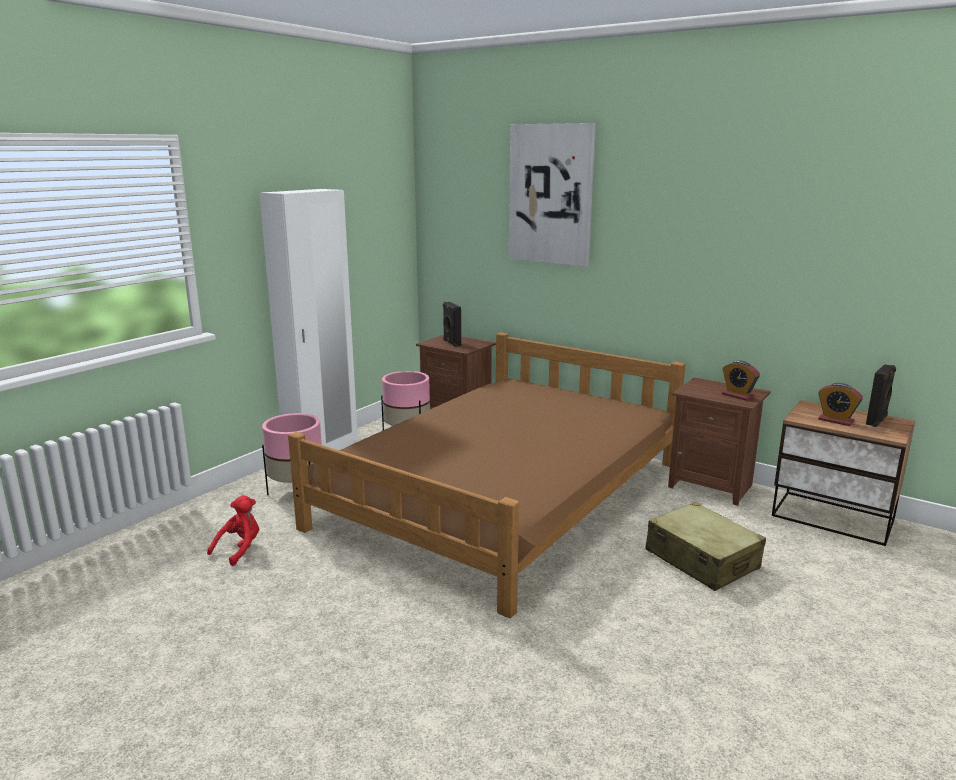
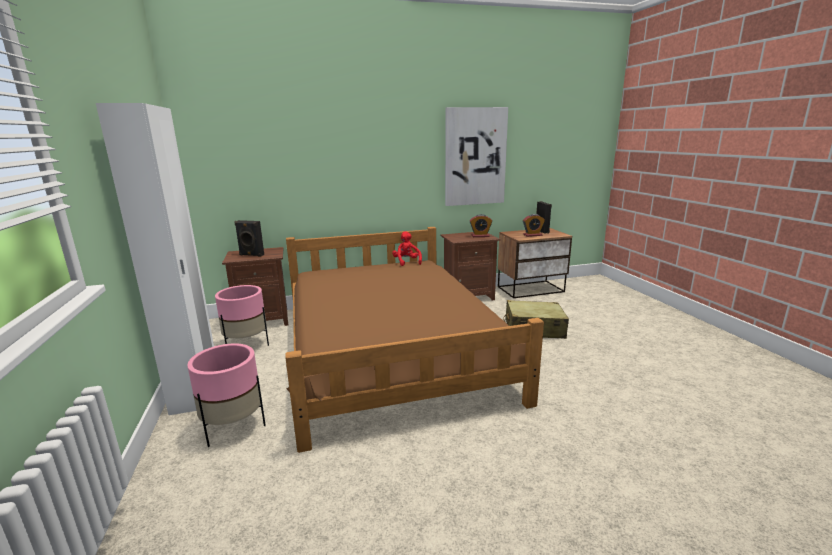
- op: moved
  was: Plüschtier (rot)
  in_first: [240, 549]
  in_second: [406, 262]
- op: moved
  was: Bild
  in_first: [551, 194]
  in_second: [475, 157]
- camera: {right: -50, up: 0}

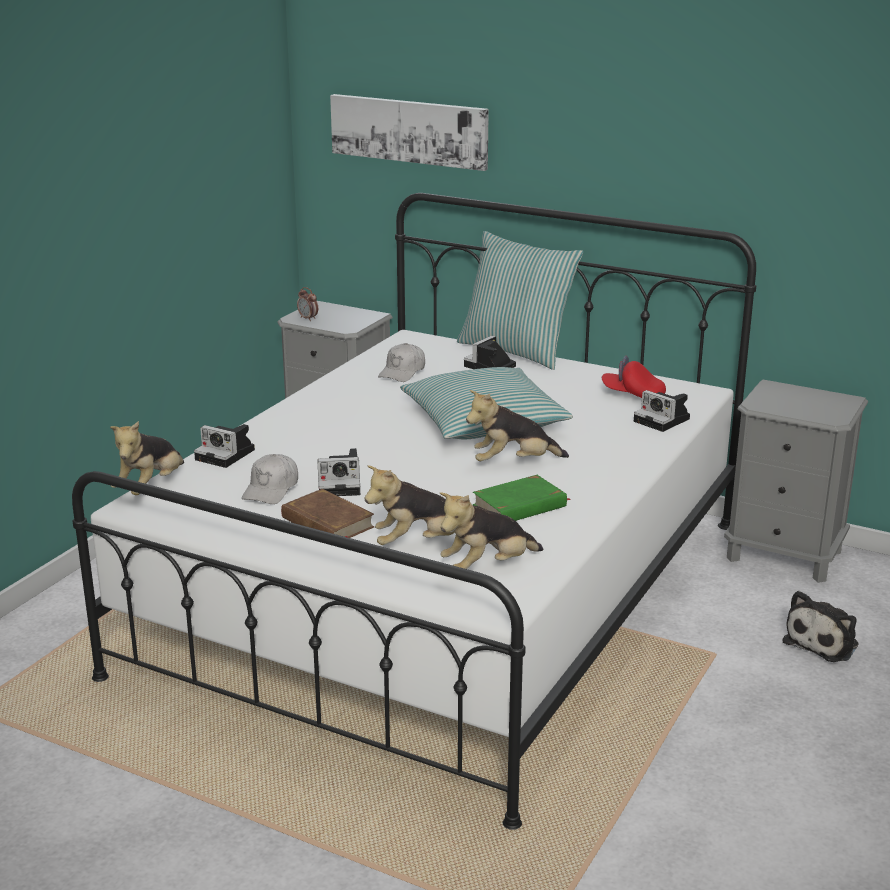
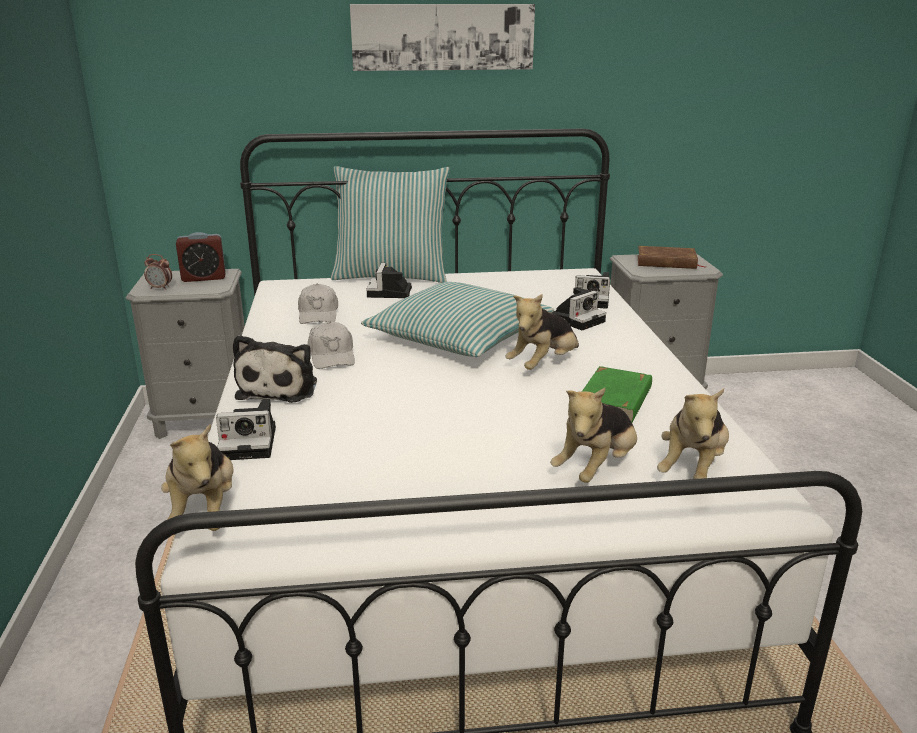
- op: removed
  was: Kappe (rot)
  in_first: [633, 395]
- op: added
  now: Wecker
  in_second: [204, 278]
- op: moved
  was: Kappe (weiß)
  in_first: [271, 489]
  in_second: [332, 356]
- op: moved
  was: Buch (braun)
  in_first: [327, 523]
  in_second: [666, 262]
- op: moved
  was: Kamera
  in_first: [341, 484]
  in_second: [577, 319]
- op: moved
  was: Bild
  in_first: [409, 131]
  in_second: [442, 37]
- op: moved
  was: Plüschtier
  in_first: [823, 642]
  in_second: [280, 388]
- camera: {right: -35, up: 0}

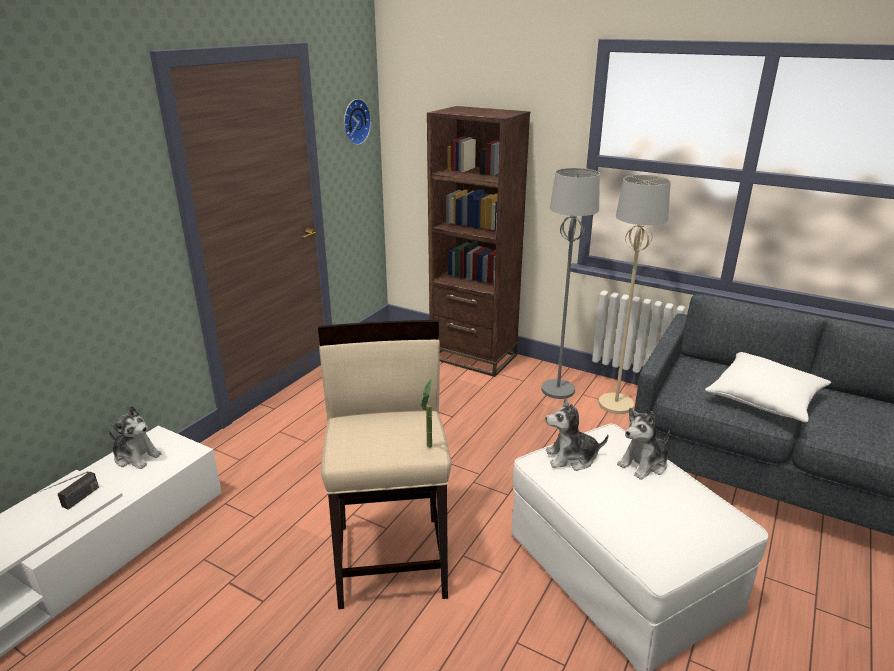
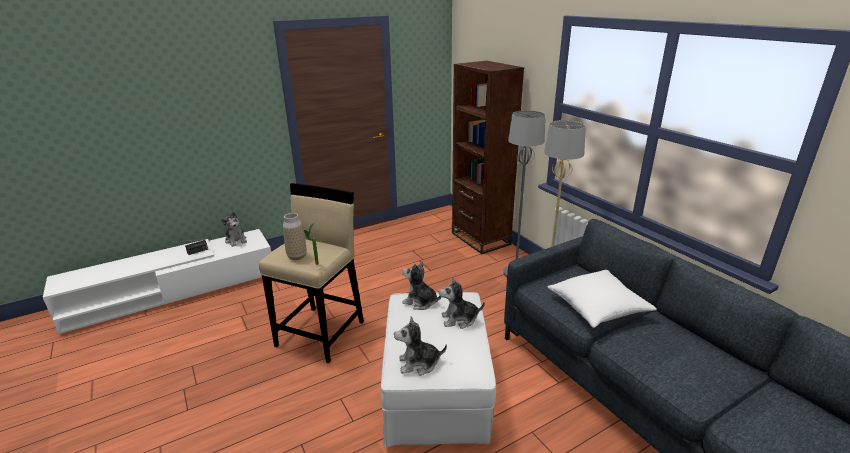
- op: removed
  was: Wanduhr
  in_first: [354, 121]
- op: added
  now: Vase
  in_second: [297, 256]
- op: added
  now: Plüschtier
  in_second: [419, 364]
- camera: {right: 30, up: 0}

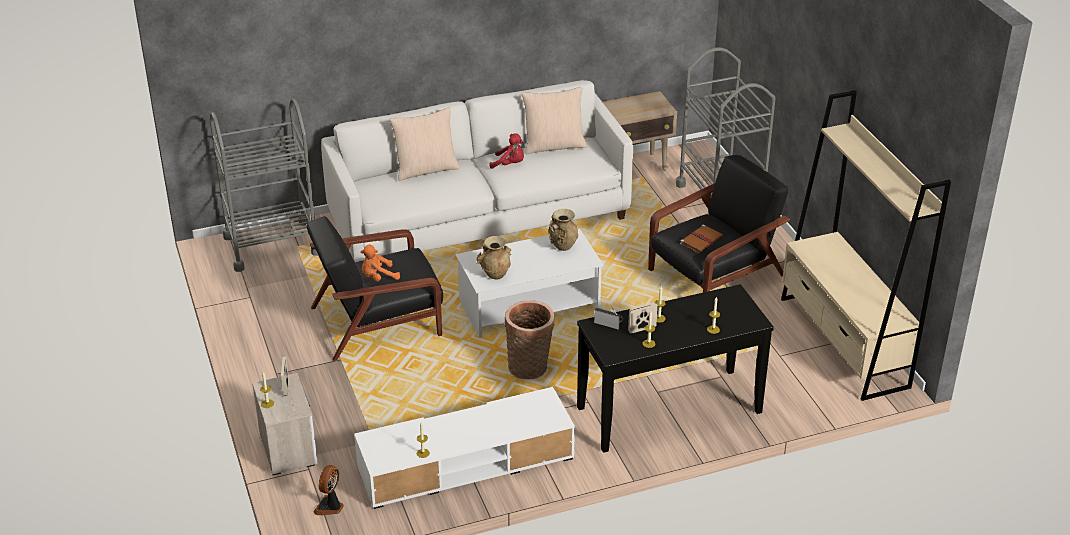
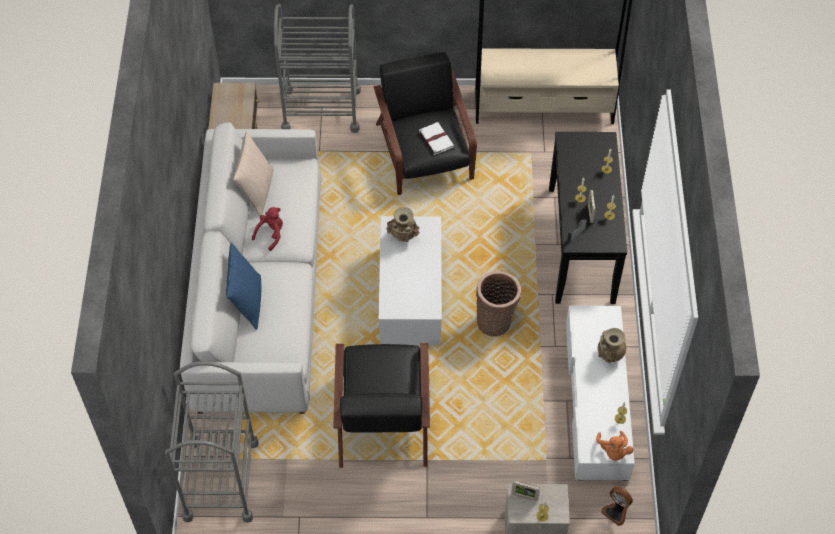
- op: moved
  was: Plüschtier (orange)
  in_first: [378, 277]
  in_second: [613, 451]
- op: moved
  was: Vase (beige)
  in_first: [495, 274]
  in_second: [609, 356]
- op: recoloured
  was: Kissen (beige)
  now: Kissen (blau)
  in_first: [426, 169]
  in_second: [247, 302]
- op: recoloured
  was: Buch (braun)
  now: Buch (weiß)
  in_first: [701, 240]
  in_second: [435, 139]
- camera: {right: -70, up: 20}

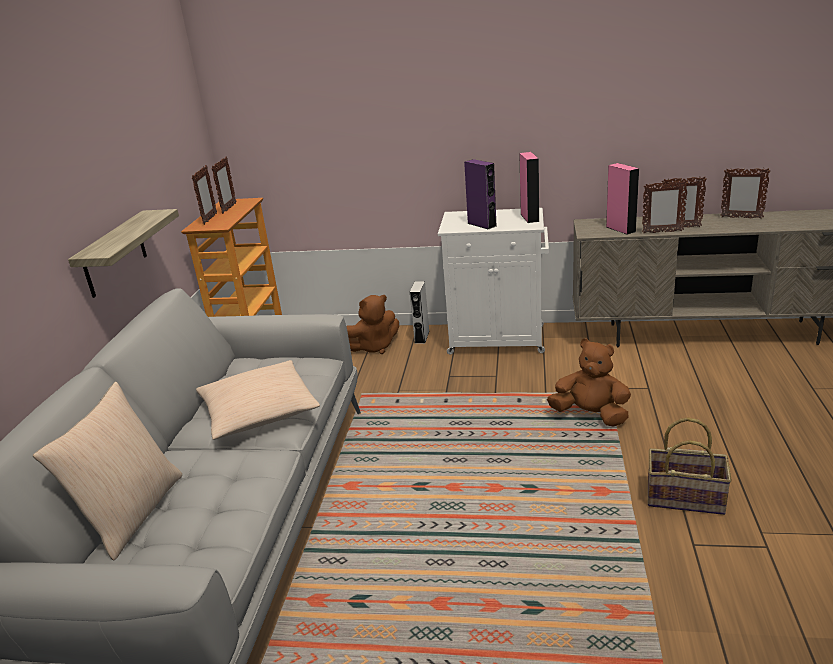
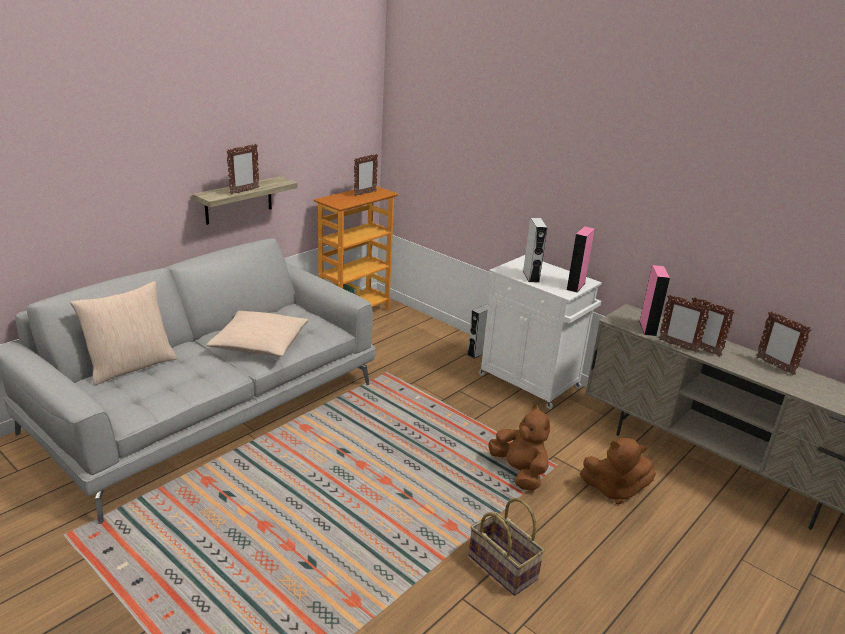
- op: moved
  was: Bilderrahmen
  in_first: [210, 219]
  in_second: [244, 191]
- op: moved
  was: Plüschtier (braun)
  in_first: [374, 347]
  in_second: [614, 490]
- op: recoloured
  was: Lautsprecher (lila)
  now: Lautsprecher (grau)
  in_first: [482, 224]
  in_second: [531, 276]
- camera: {right: 30, up: 0}

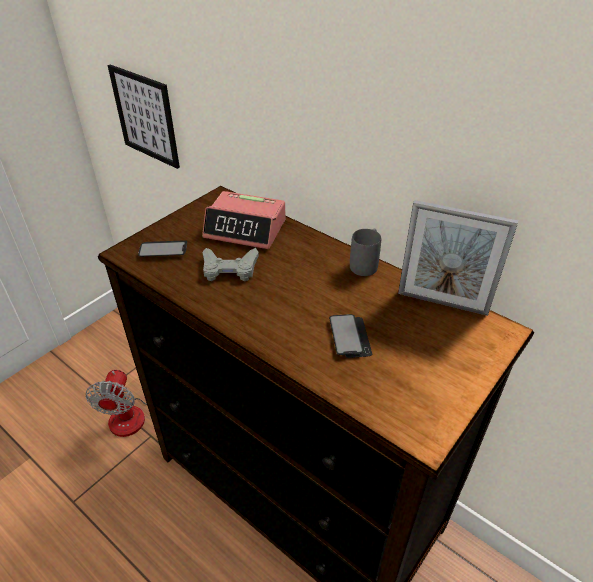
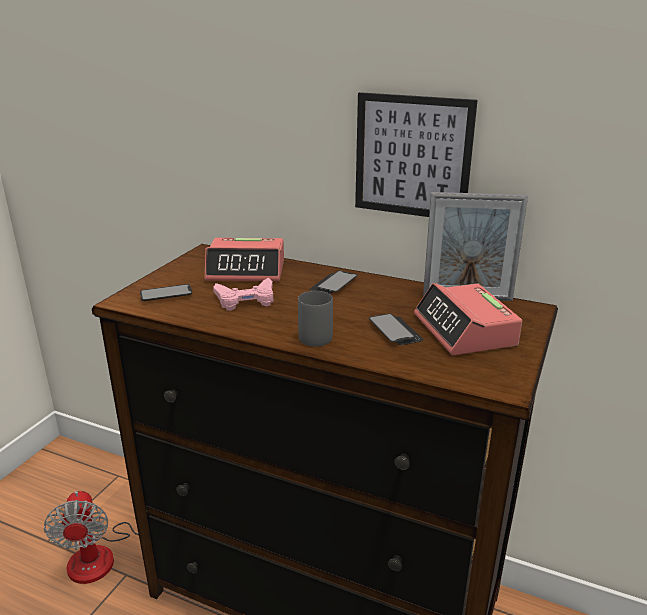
- op: added
  now: Handy
  in_second: [334, 284]
- op: added
  now: Wecker
  in_second: [465, 331]
- op: moved
  was: Bild
  in_first: [145, 116]
  in_second: [412, 156]
- op: moved
  was: Henkelbecher (grau)
  in_first: [365, 263]
  in_second: [317, 334]
- op: recoloured
  was: Gamepad (grau)
  now: Gamepad (rosa)
  in_first: [229, 269]
  in_second: [246, 299]
- camera: {right: -15, up: -15}

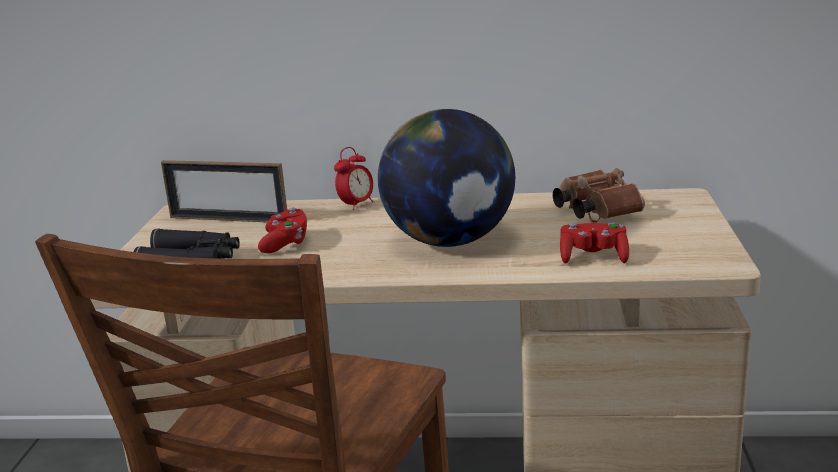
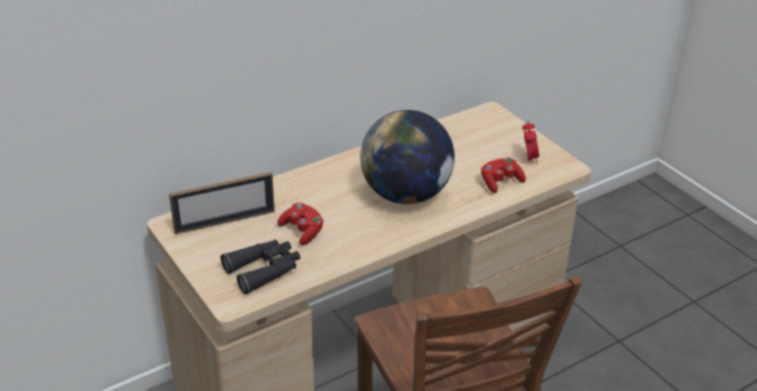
- op: removed
  was: Fernglas (braun)
  in_first: [594, 212]
- op: moved
  was: Wecker
  in_first: [356, 205]
  in_second: [529, 159]
- camera: {right: -40, up: 15}

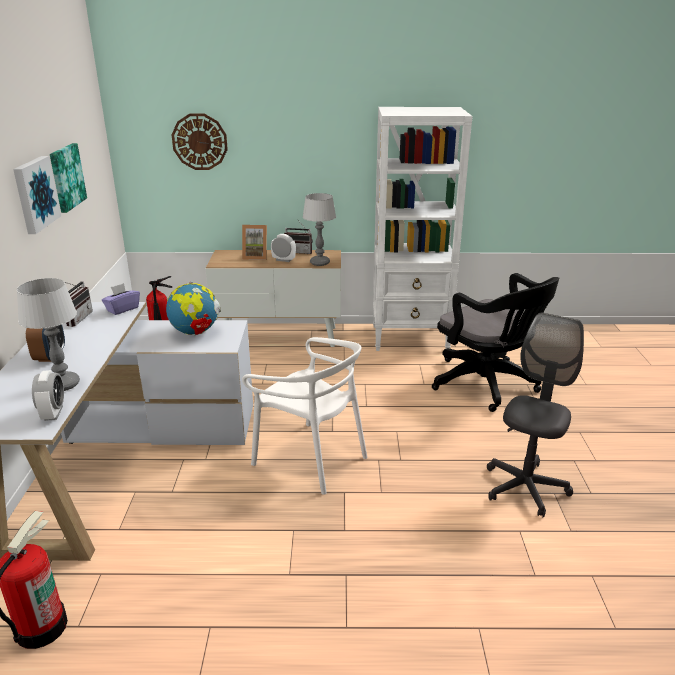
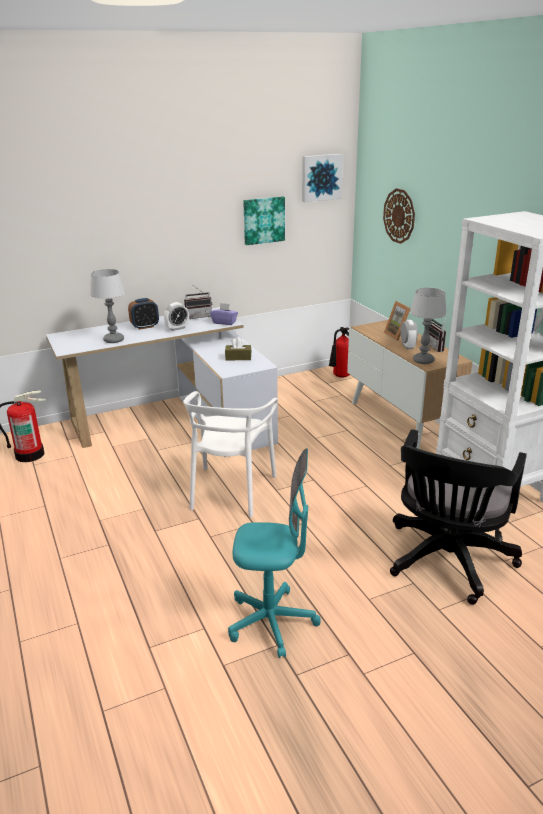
- op: moved
  was: Bild
  in_first: [34, 194]
  in_second: [321, 177]
- op: moved
  was: Wecker
  in_first: [53, 413]
  in_second: [177, 328]
- op: replaced
  was: Globus
  now: Taschentuchbox (braun)
  in_first: [195, 333]
  in_second: [238, 357]
- op: recoloured
  was: Bürostuhl (grau)
  now: Bürostuhl (türkis)
  in_first: [525, 488]
  in_second: [271, 622]
- camera: {right: 65, up: 0}

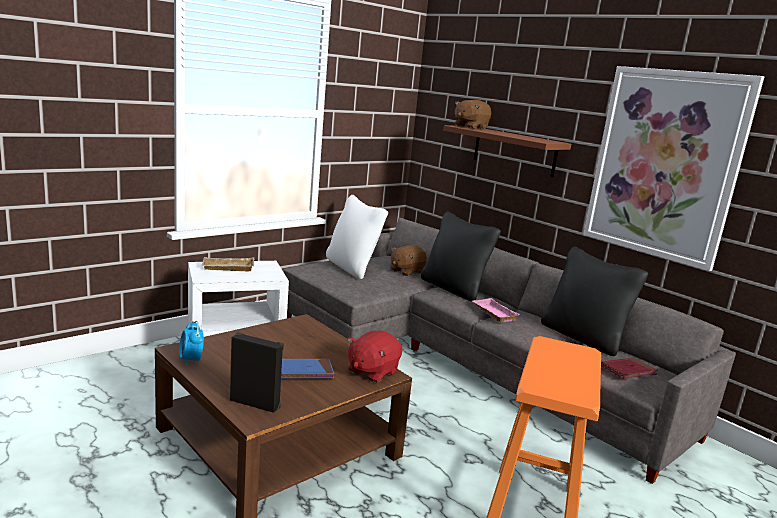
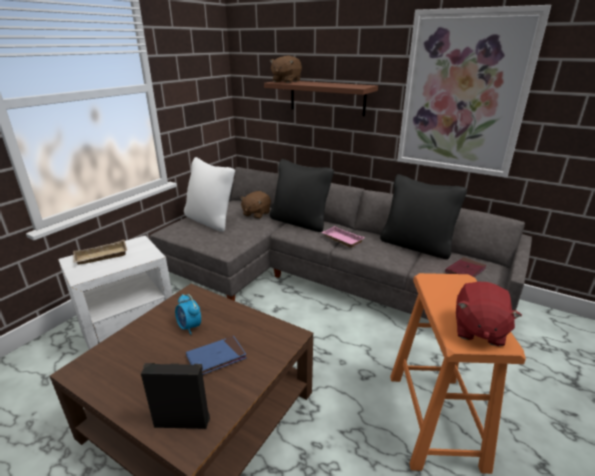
- op: moved
  was: Wecker
  in_first: [191, 360]
  in_second: [189, 327]
- op: moved
  was: Plüschtier (rot)
  in_first: [372, 371]
  in_second: [478, 329]
- camera: {right: -15, up: 10}

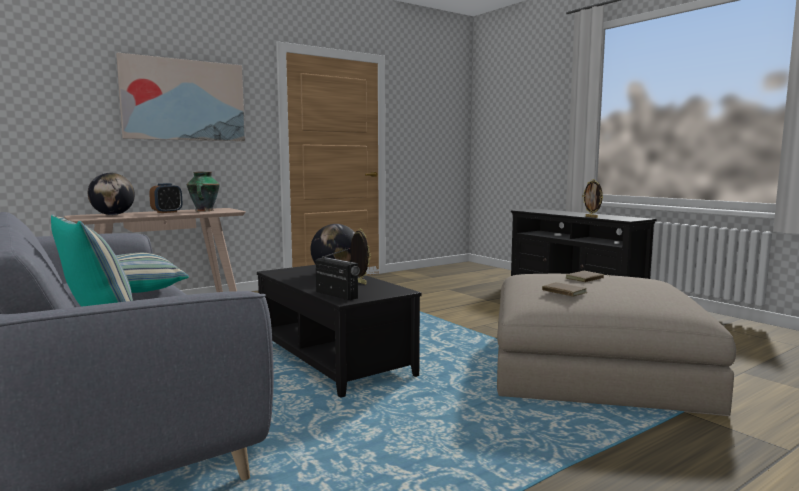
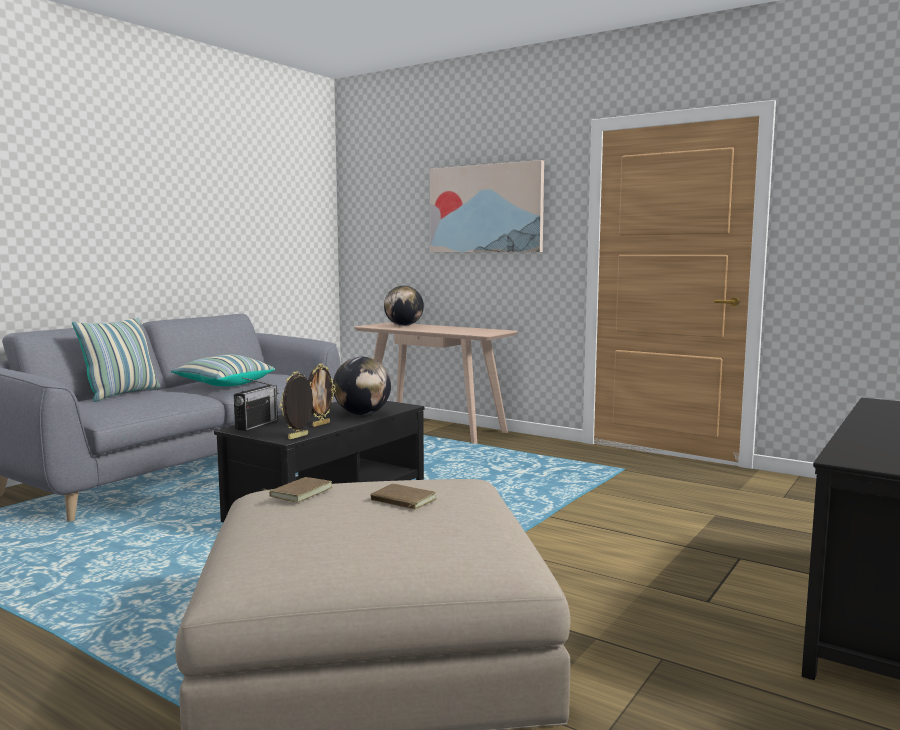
- op: removed
  was: Wecker
  in_first: [167, 212]
- op: removed
  was: Vase
  in_first: [204, 210]
- op: moved
  was: Bilderrahmen
  in_first: [592, 217]
  in_second: [298, 437]
- camera: {right: 70, up: 0}

